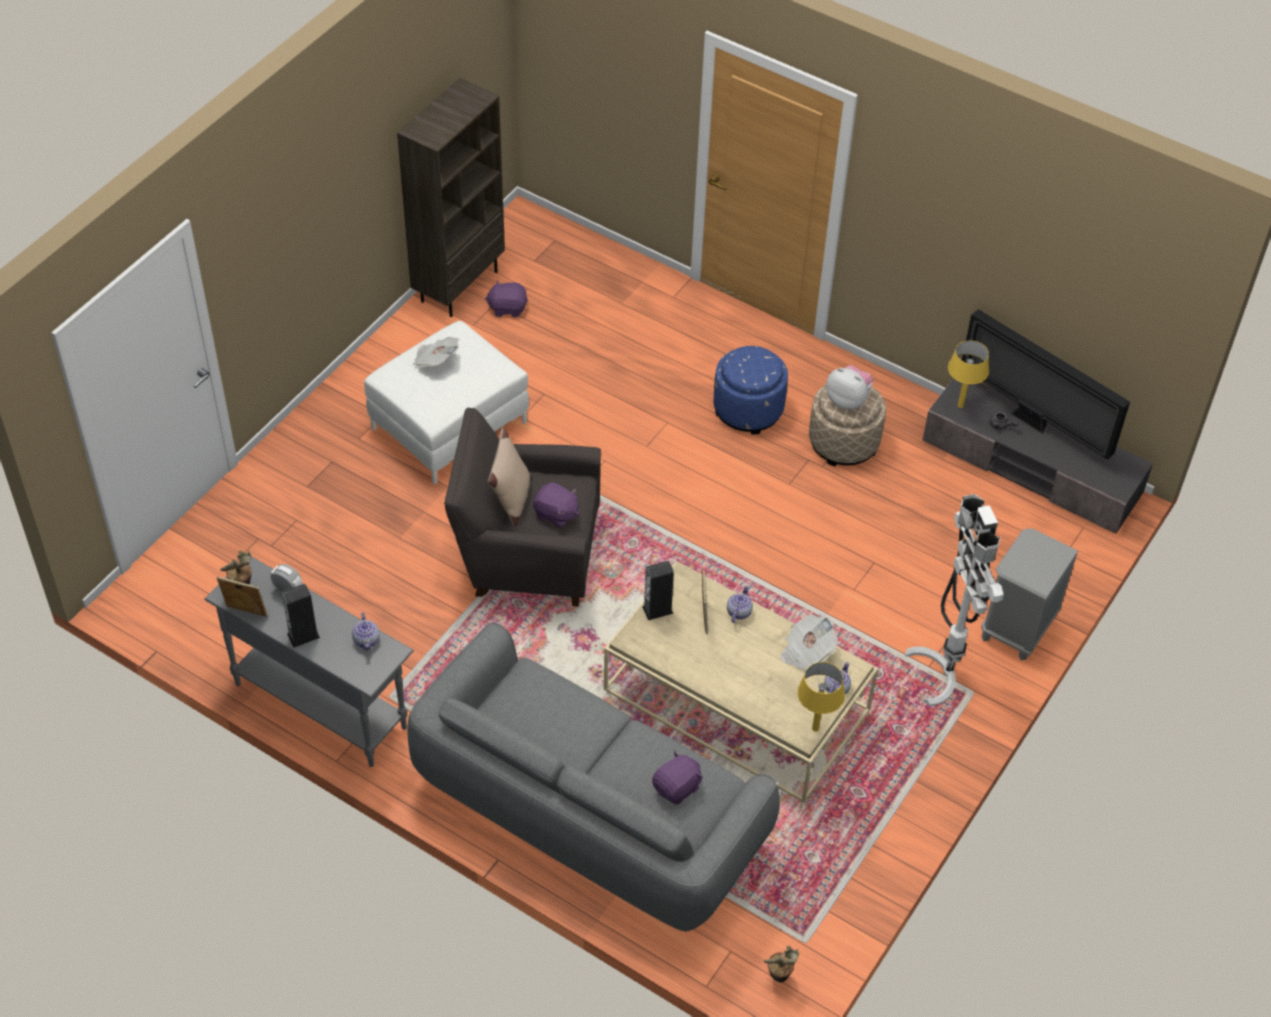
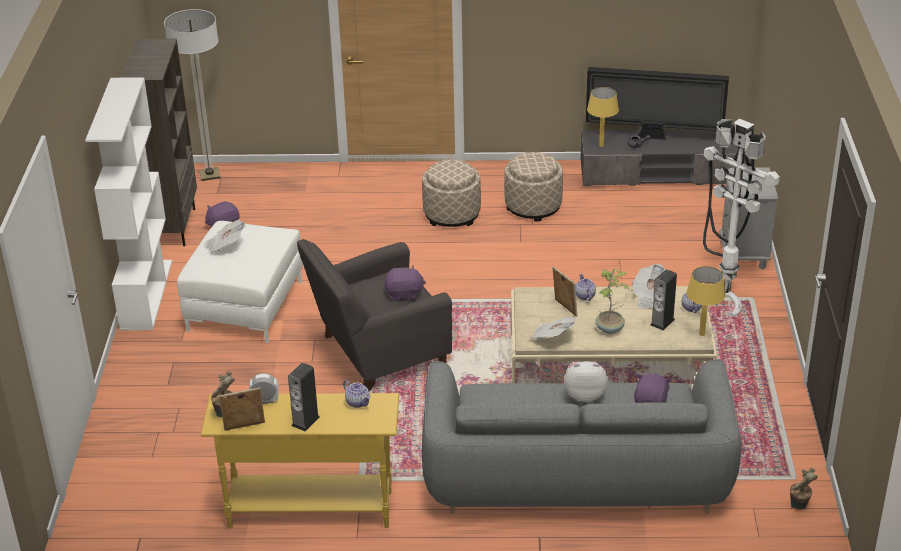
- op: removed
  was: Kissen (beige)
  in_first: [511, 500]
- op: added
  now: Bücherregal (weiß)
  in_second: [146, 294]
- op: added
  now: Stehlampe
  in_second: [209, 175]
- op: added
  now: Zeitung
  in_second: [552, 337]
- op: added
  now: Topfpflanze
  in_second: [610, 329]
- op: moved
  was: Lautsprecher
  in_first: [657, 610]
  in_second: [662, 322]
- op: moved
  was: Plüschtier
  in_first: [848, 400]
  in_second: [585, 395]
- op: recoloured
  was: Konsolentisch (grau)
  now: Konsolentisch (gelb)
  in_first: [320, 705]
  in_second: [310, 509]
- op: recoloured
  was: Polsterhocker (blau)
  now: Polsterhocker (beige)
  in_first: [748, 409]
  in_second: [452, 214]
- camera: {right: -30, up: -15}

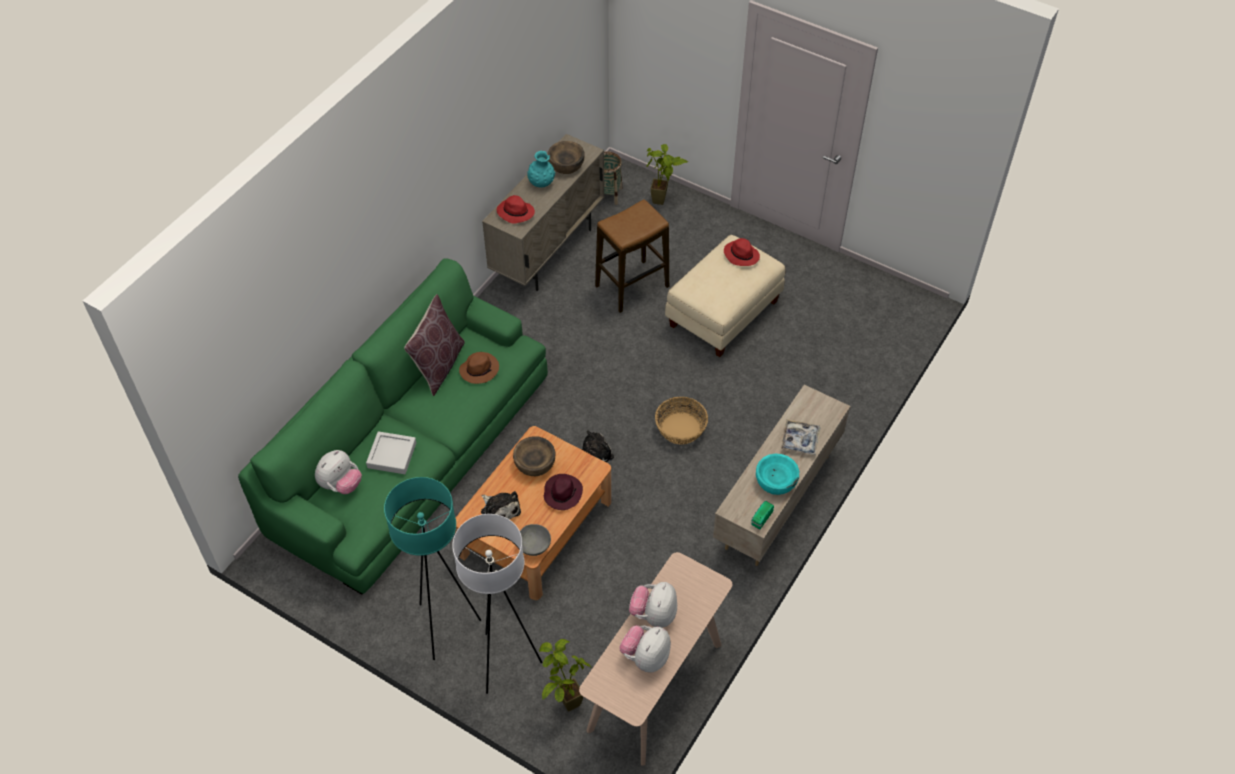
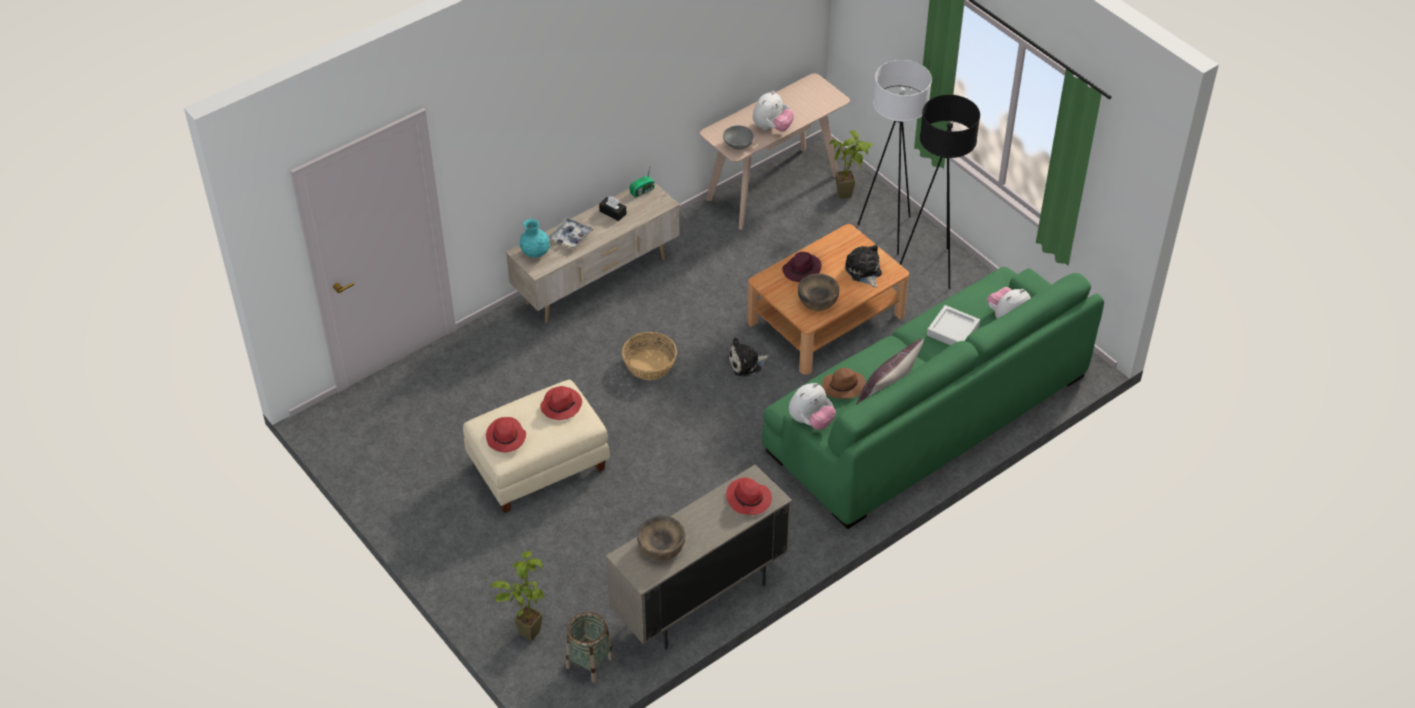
- op: removed
  was: Hocker
  in_first: [632, 286]
- op: added
  now: Hut (rot)
  in_second: [561, 405]
- op: moved
  was: Schüssel (grau)
  in_first: [534, 546]
  in_second: [738, 145]
- op: moved
  was: Vase (türkis)
  in_first: [541, 183]
  in_second: [535, 253]
- op: moved
  was: Plüschtier
  in_first: [645, 657]
  in_second: [811, 421]
- op: replaced
  was: Schüssel (türkis)
  now: Taschentuchbox (schwarz)
  in_first: [776, 481]
  in_second: [613, 212]
- op: recoloured
  was: Stehlampe (türkis)
  now: Stehlampe (schwarz)
  in_first: [444, 627]
  in_second: [932, 268]
- camera: {right: -160, up: -5}

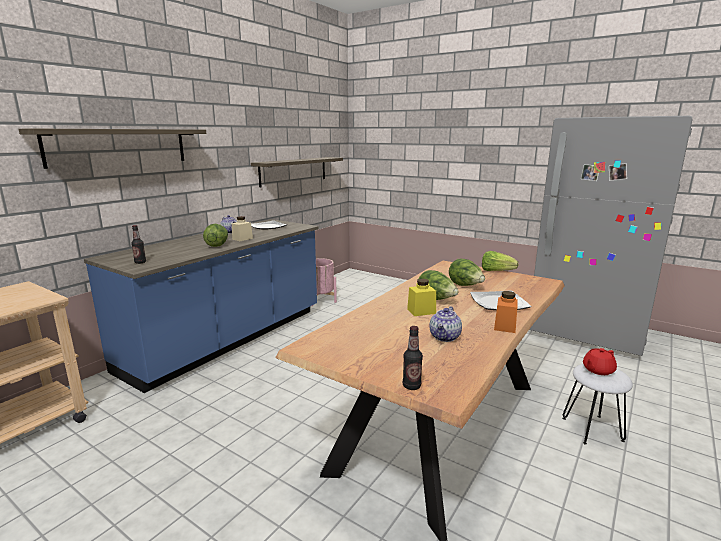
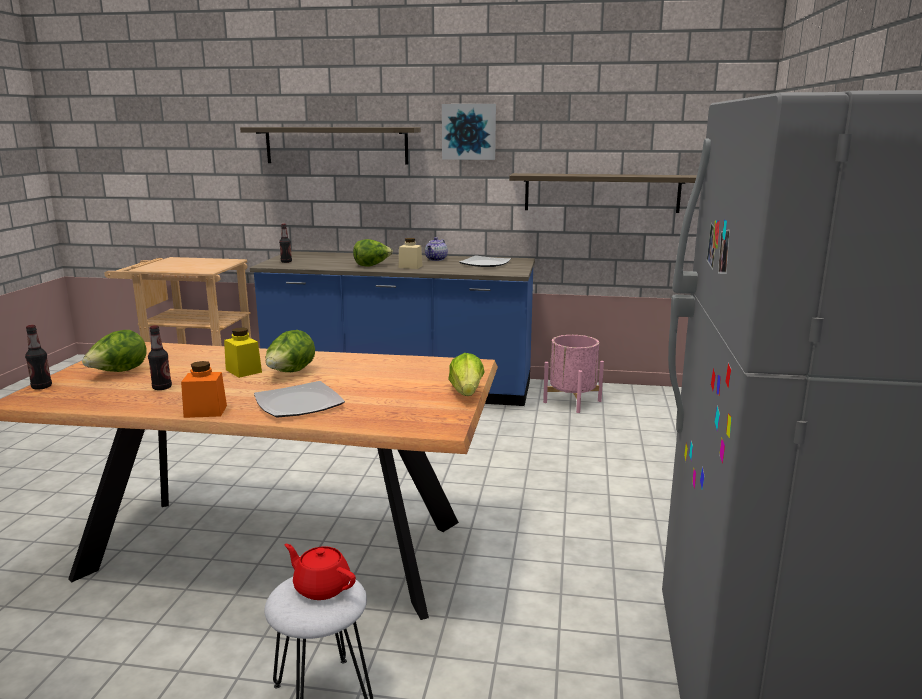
- op: added
  now: Bild
  in_second: [469, 131]
- op: moved
  was: Salatkopf
  in_first: [465, 286]
  in_second: [118, 372]
- op: replaced
  was: Teekanne
  now: Flasche
  in_first: [445, 337]
  in_second: [162, 388]
- camera: {right: 65, up: 0}

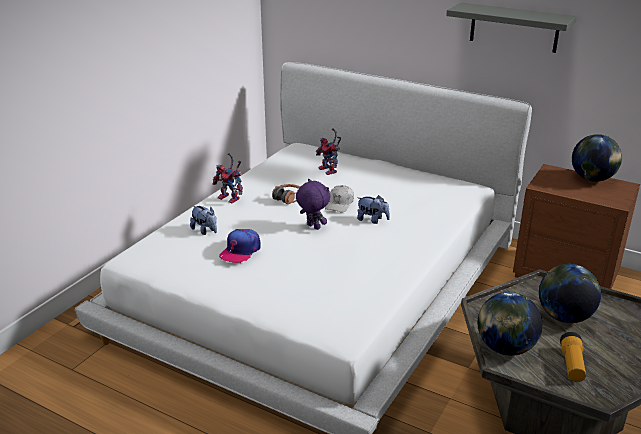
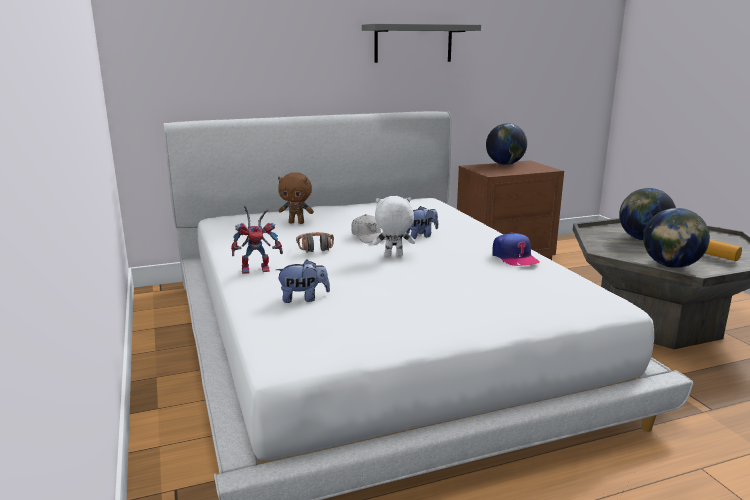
- op: moved
  was: Kappe
  in_first: [240, 251]
  in_second: [514, 257]
- op: replaced
  was: Spielzeugroboter
  now: Plüschtier (braun)
  in_first: [330, 171]
  in_second: [297, 222]
- op: recoloured
  was: Plüschtier (lila)
  now: Plüschtier (weiß)
  in_first: [312, 227]
  in_second: [393, 255]
- camera: {right: -50, up: -10}

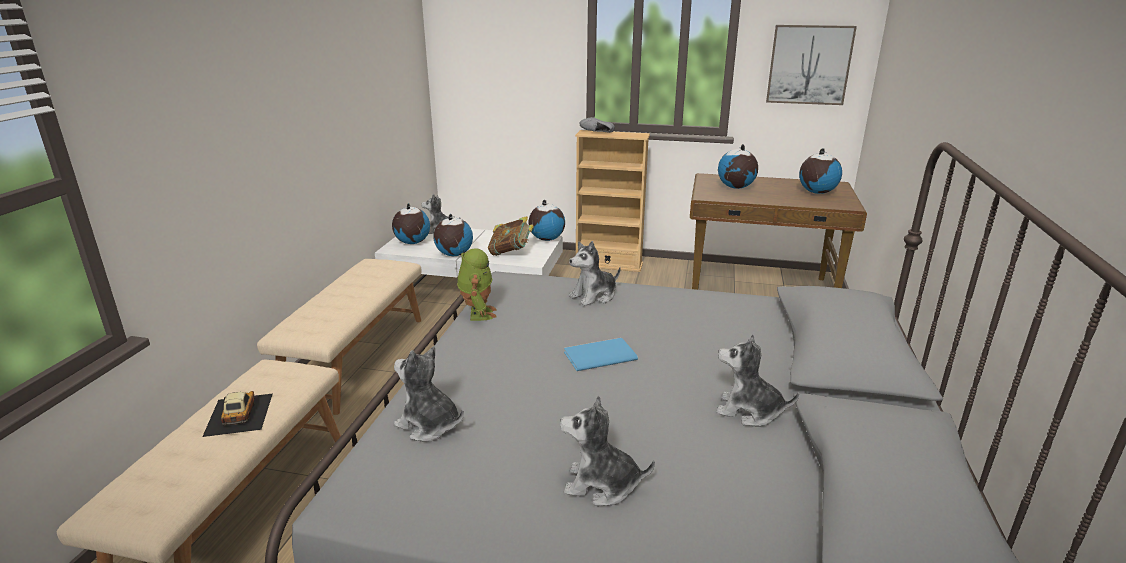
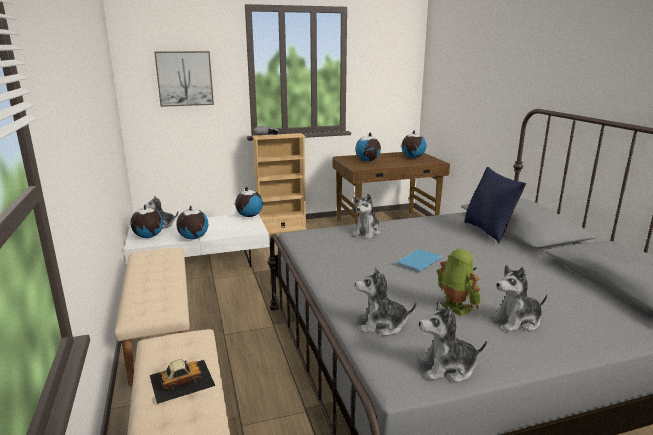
- op: removed
  was: Buch
  in_first: [511, 253]
- op: added
  now: Kissen (blau)
  in_second: [489, 231]
- op: moved
  was: Spielzeugroboter
  in_first: [477, 313]
  in_second: [454, 308]
- op: moved
  was: Plüschtier
  in_first: [748, 411]
  in_second: [448, 368]
- op: moved
  was: Bild
  in_first: [809, 65]
  in_second: [184, 78]
- op: turned
  was: Spielzeugauto
  in_first: [238, 414]
  in_second: [181, 380]
  clockwise: 105
- camera: {right: -30, up: -5}

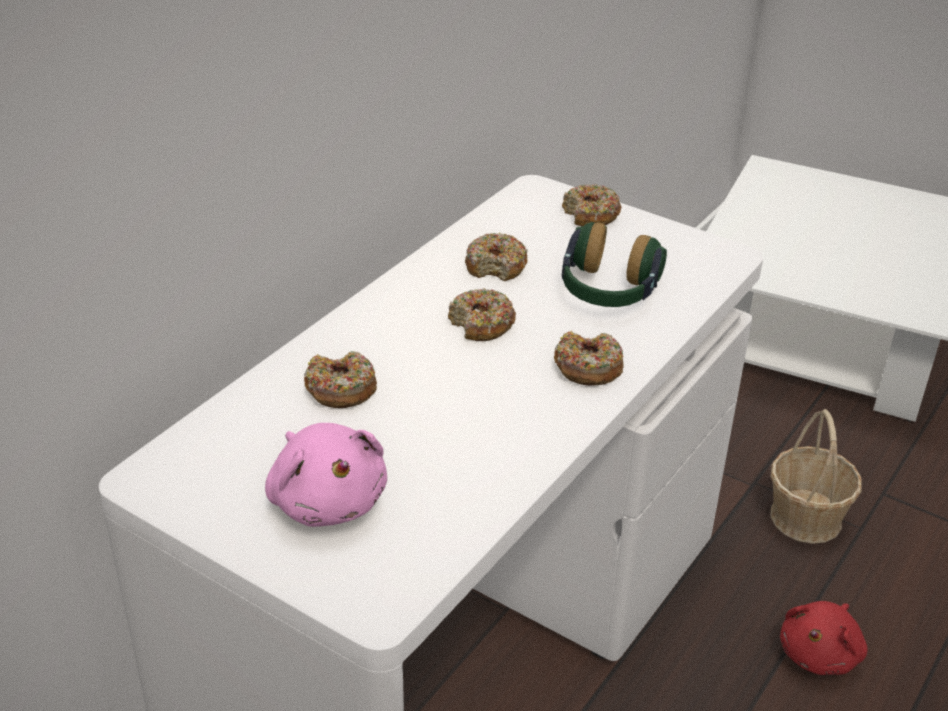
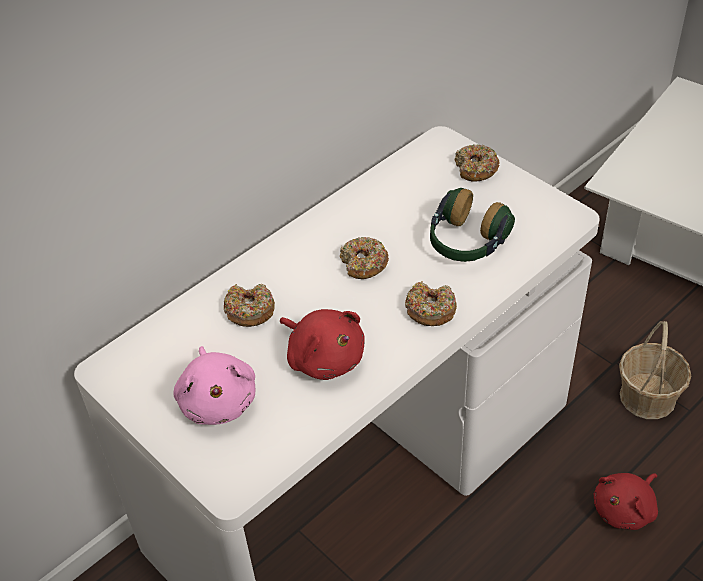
- op: removed
  was: Donut
  in_first: [496, 266]
- op: added
  now: Plüschtier (rot)
  in_second: [324, 357]
- camera: {right: 15, up: 10}

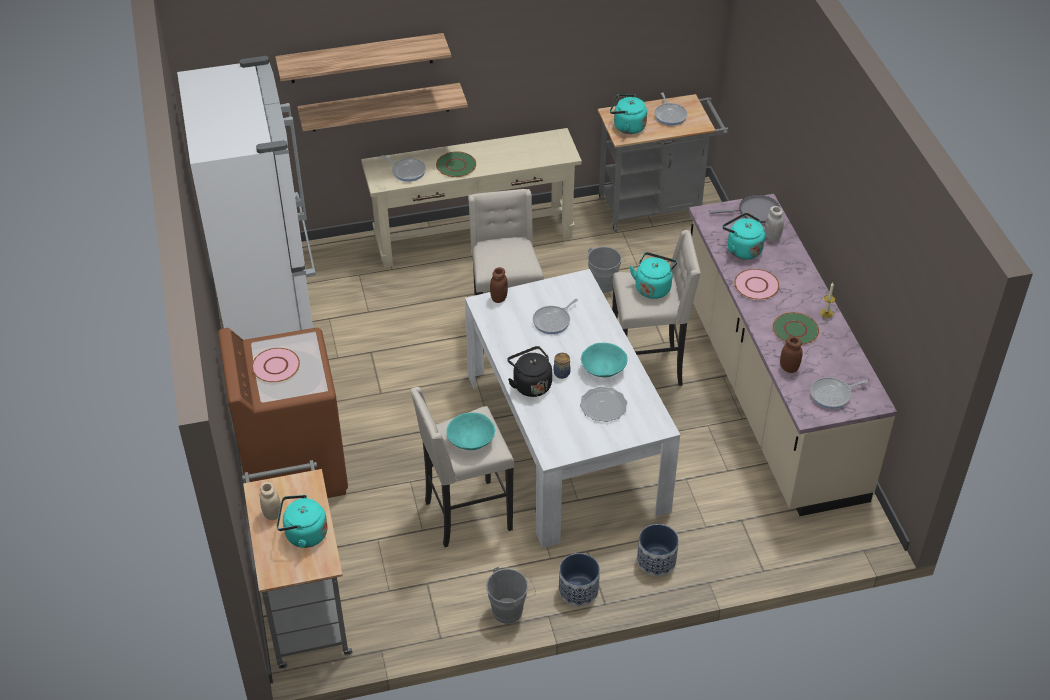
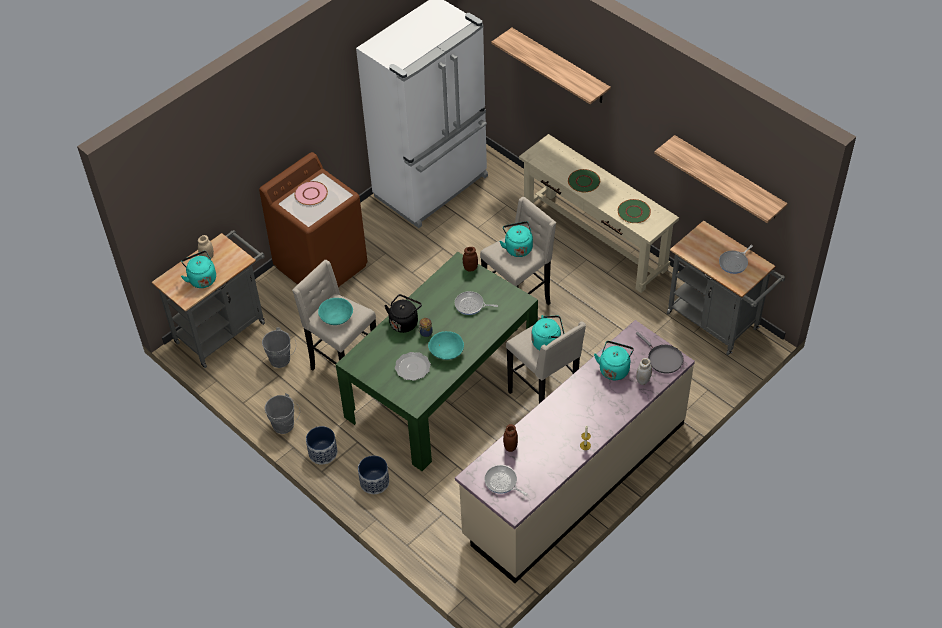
- op: removed
  was: Pfanne
  in_first: [407, 171]
- op: removed
  was: Teller (rosa)
  in_first: [756, 285]
- op: moved
  was: Wandregal
  in_first: [380, 107]
  in_second: [728, 178]
- op: moved
  was: Eimer (grau)
  in_first: [604, 283]
  in_second: [282, 360]
- op: moved
  was: Wasserkessel (türkis)
  in_first: [627, 126]
  in_second: [517, 247]
- op: moved
  was: Teller (grün)
  in_first: [795, 330]
  in_second: [634, 212]
- op: recoloured
  was: Esstisch (weiß)
  now: Esstisch (grün)
  in_first: [565, 441]
  in_second: [442, 385]
- camera: {right: 60, up: 5}

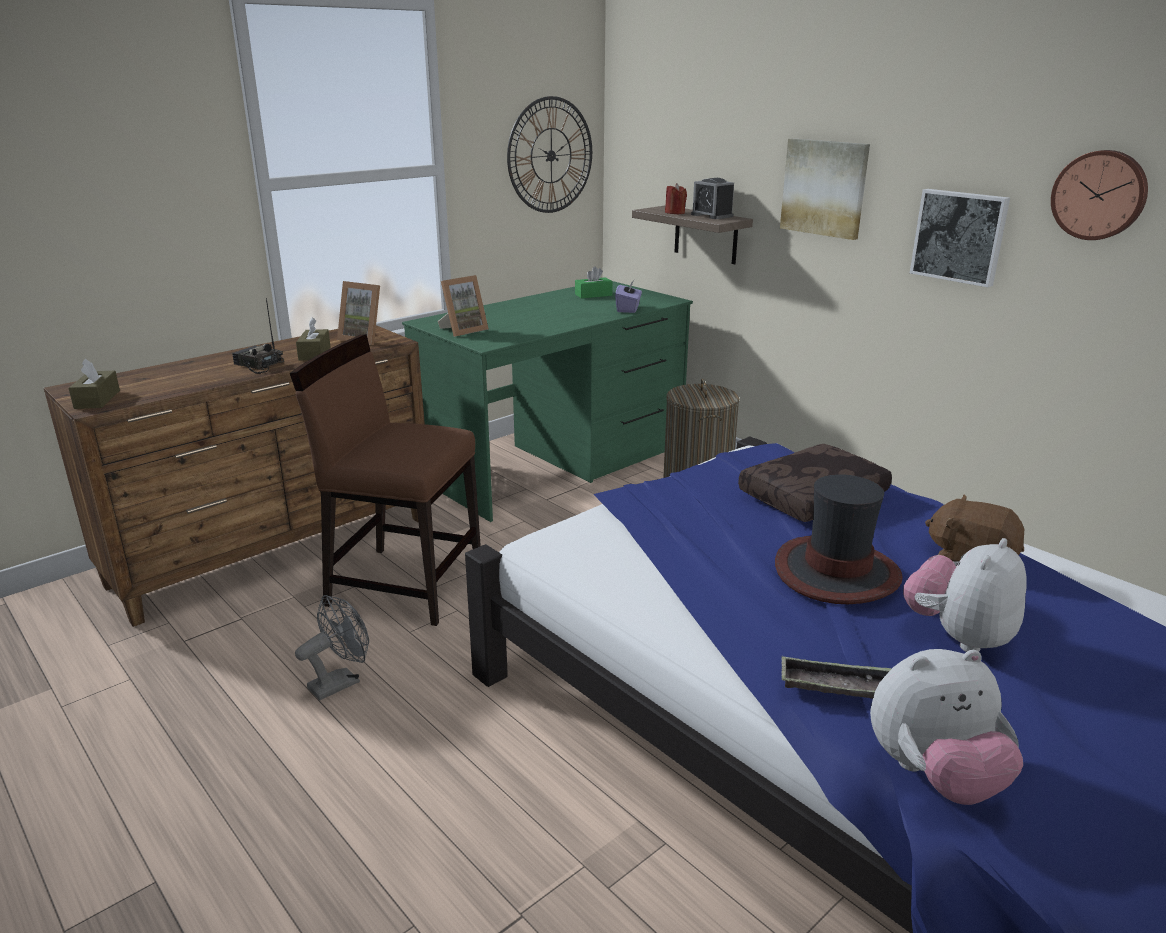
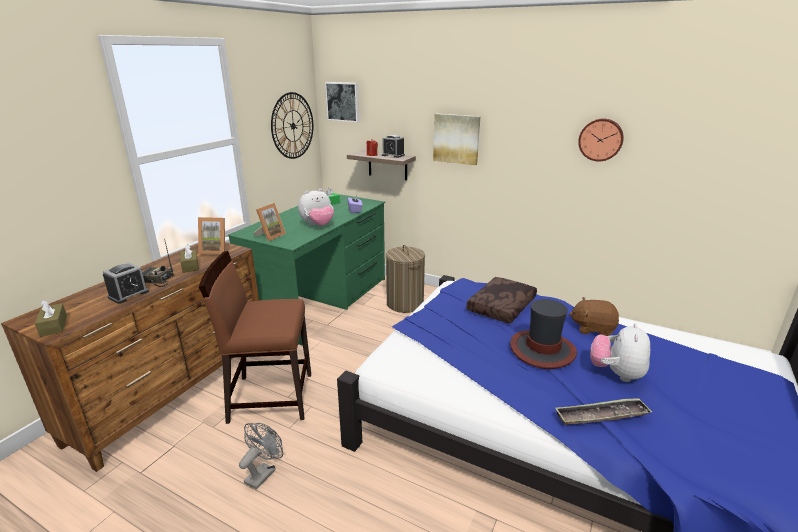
- op: added
  now: Wecker
  in_second: [128, 294]
- op: moved
  was: Plüschtier
  in_first: [934, 776]
  in_second: [318, 225]
- op: moved
  was: Bild
  in_first: [959, 236]
  in_second: [343, 101]
- camera: {right: -20, up: 0}

